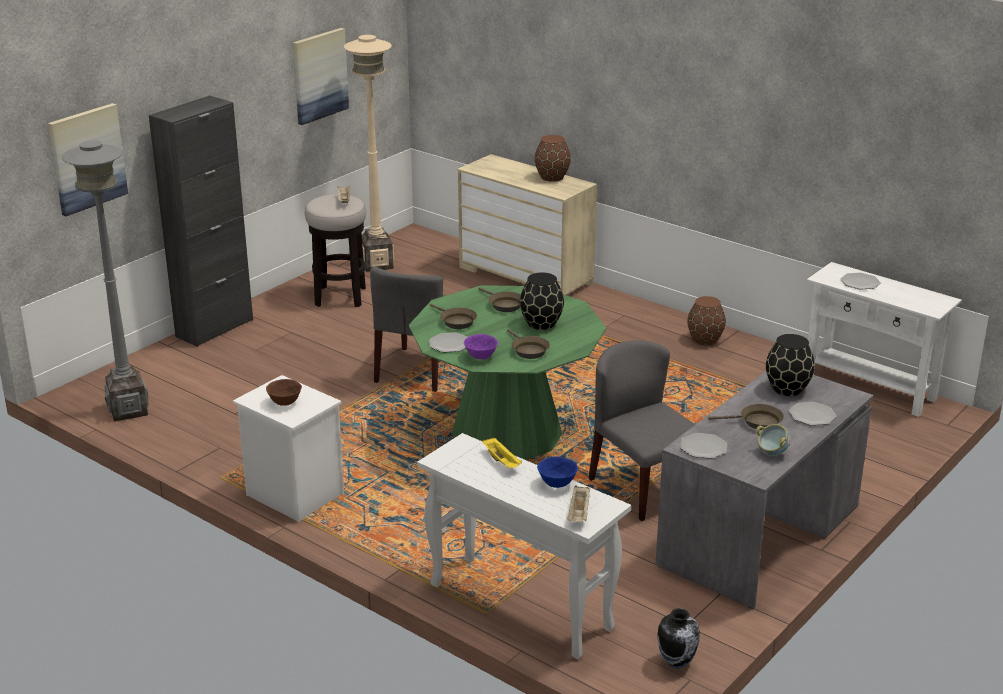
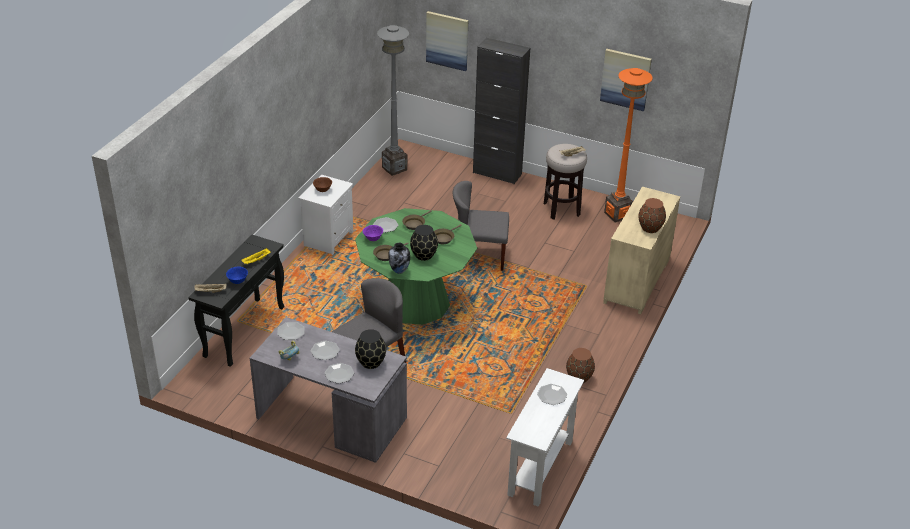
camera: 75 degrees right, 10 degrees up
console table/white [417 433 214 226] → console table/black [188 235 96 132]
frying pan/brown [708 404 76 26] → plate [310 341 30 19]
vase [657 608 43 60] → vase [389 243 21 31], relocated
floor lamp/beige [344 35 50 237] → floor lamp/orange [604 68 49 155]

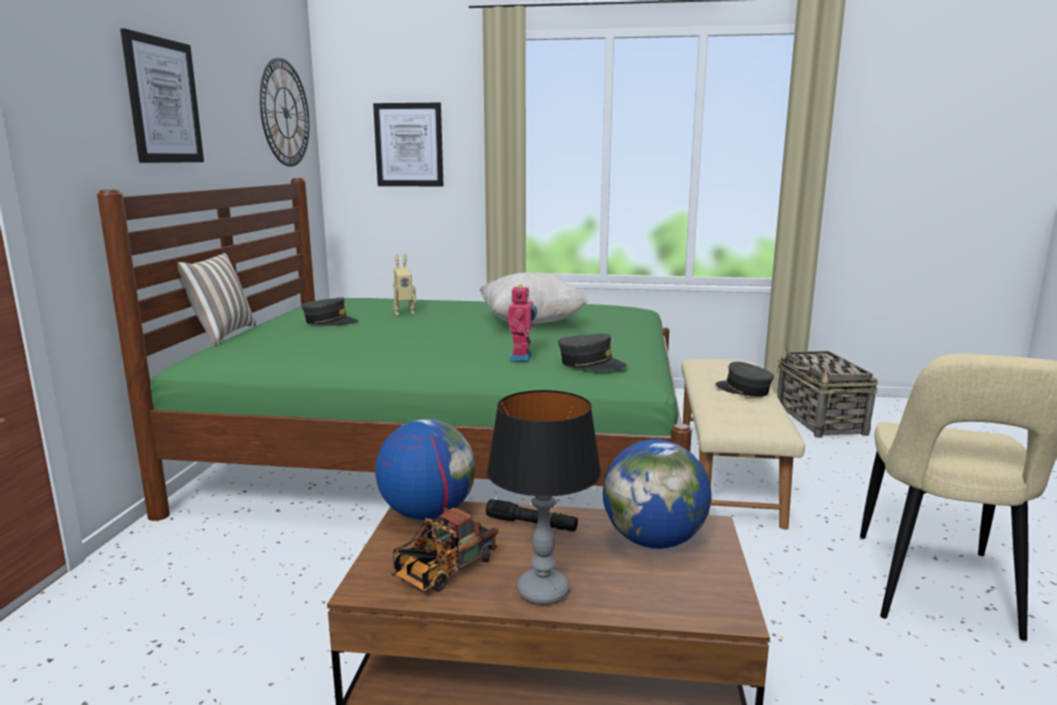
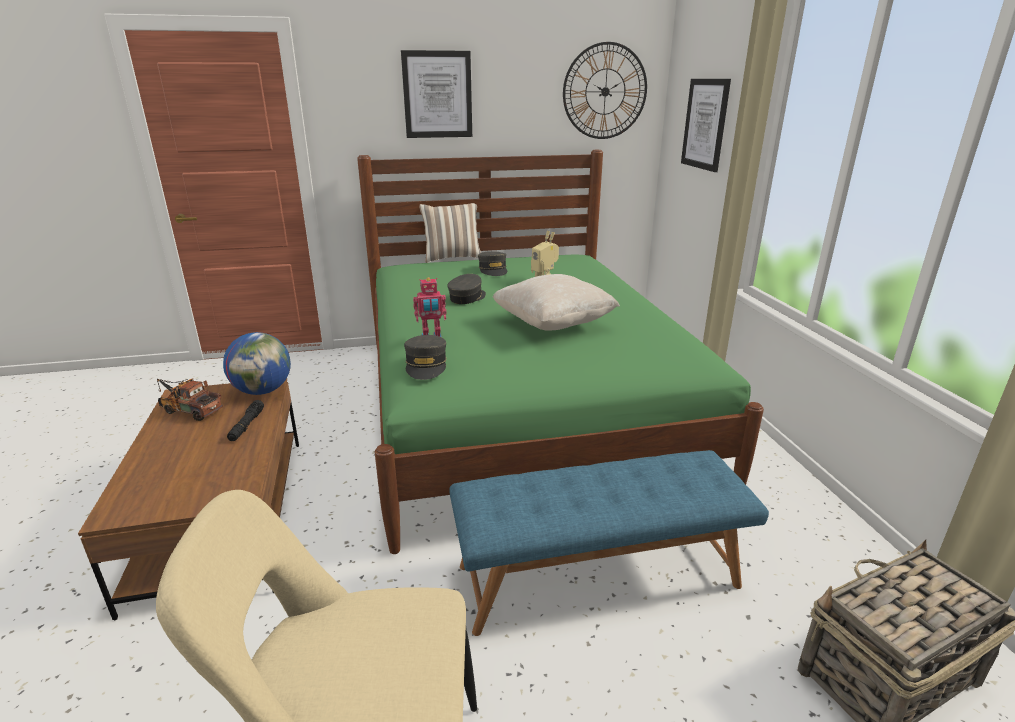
camera: 70 degrees right, 10 degrees up
cap/grey [716 362 58 35] → cap/grey [447 274 39 30], relocated
bench/beige [681 359 124 170] → bench/blue [449 450 320 186]
table lamp [487 390 114 215] → -
globe [603 439 108 110] → -

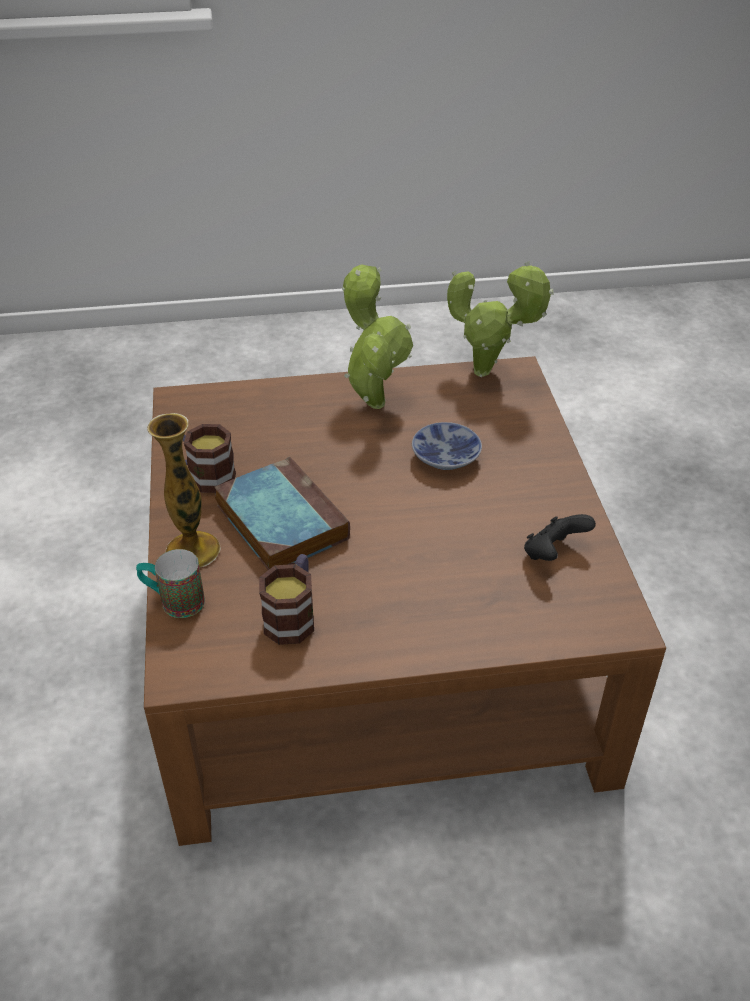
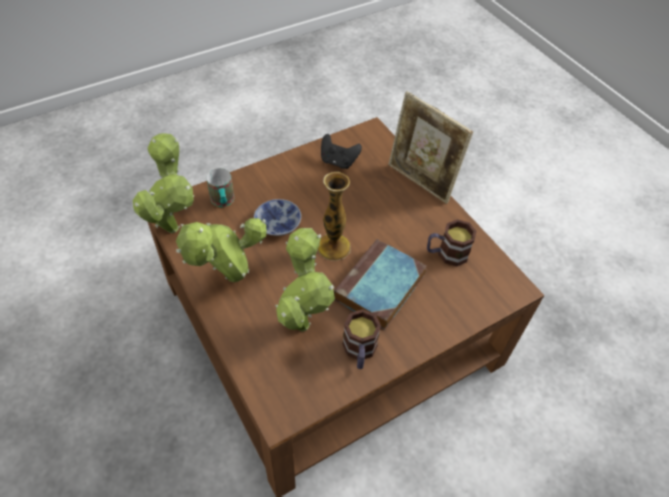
camera: 115 degrees left, 10 degrees up
mug [136 549 69 69] → mug [207 168 27 39], relocated
- → potted plant [275 228 60 104]
vase [147 413 74 154] → vase [318 172 32 89], relocated
- → picture frame [389 91 84 113]

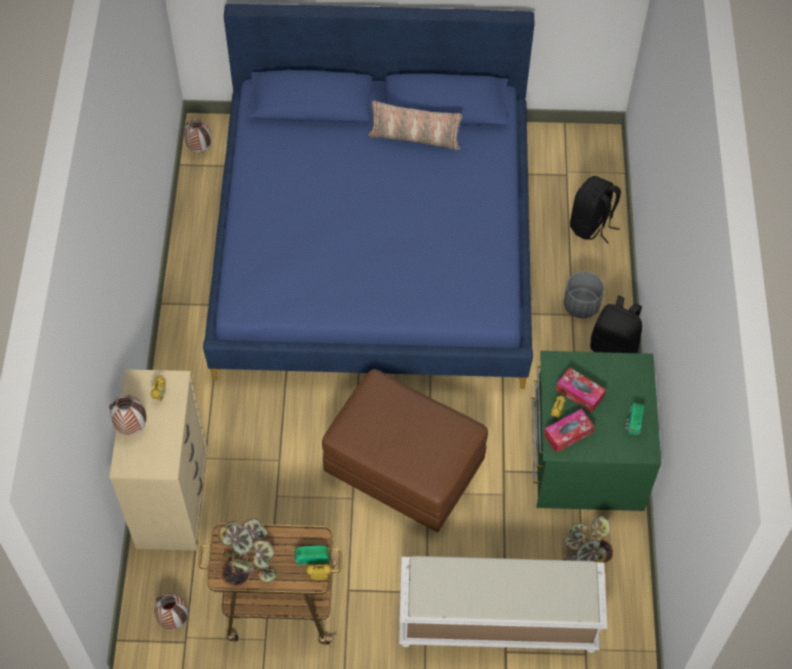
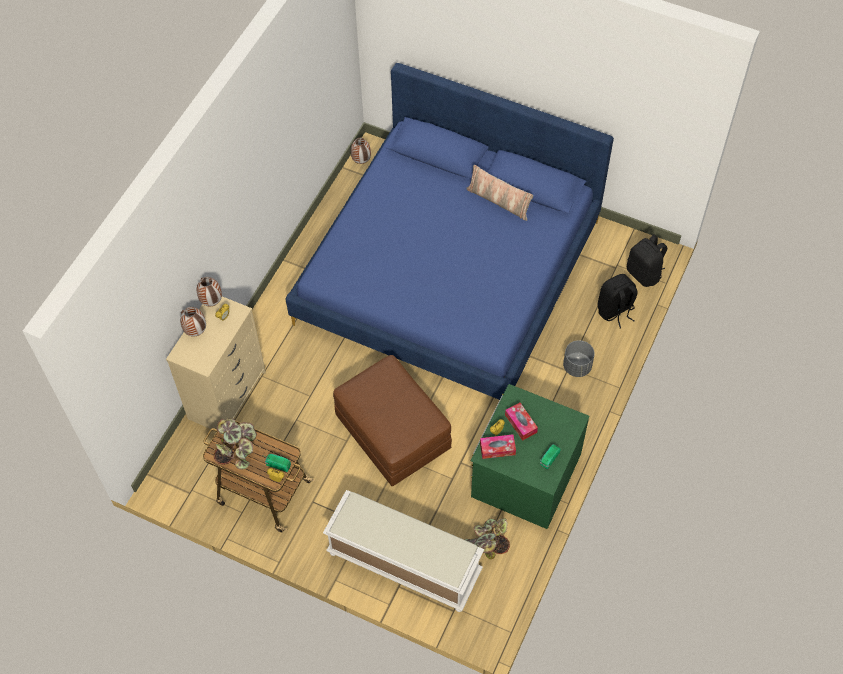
camera: 25 degrees right, 0 degrees up
vase [154 593 34 37] → vase [197 277 25 29], relocated
backpack/black [590 296 52 57] → backpack/black [627 234 40 53], relocated

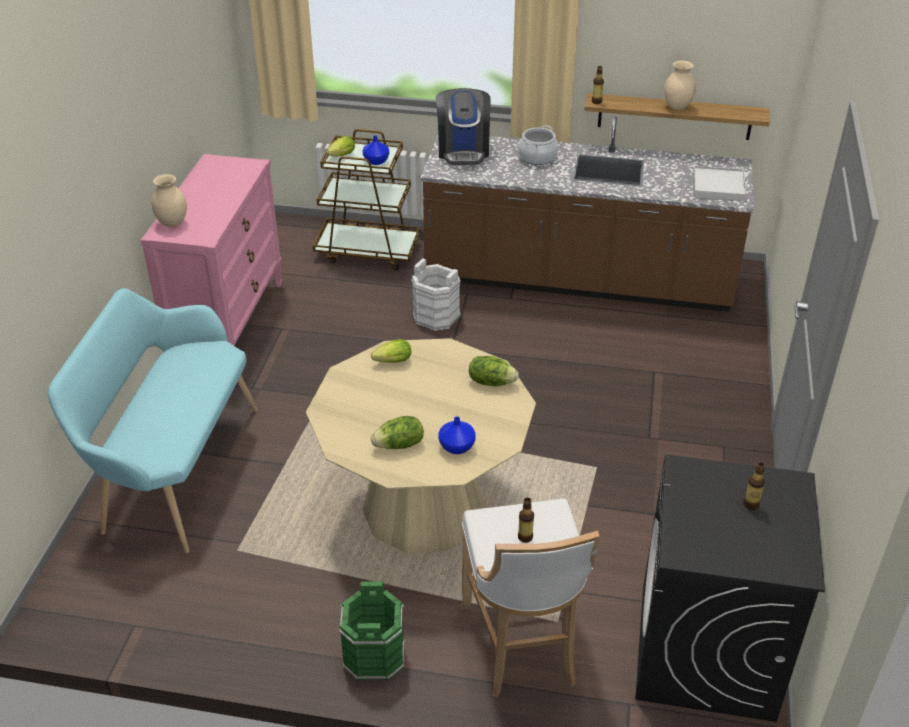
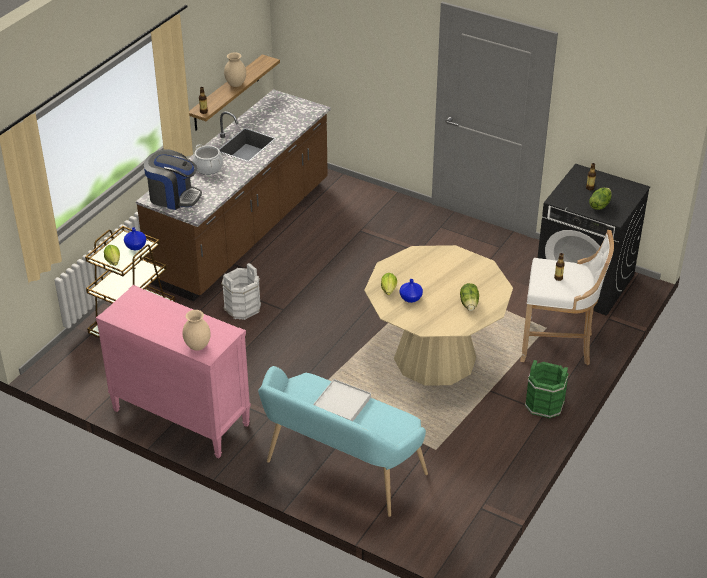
camera: 70 degrees left, 0 degrees up
tray/white [693 166 53 35] → tray/white [313 379 58 42], relocated
vase/blue [438 416 38 38] → vase/blue [400 279 23 24], relocated
lettuce [469 356 50 30] → lettuce [589 188 23 22], relocated

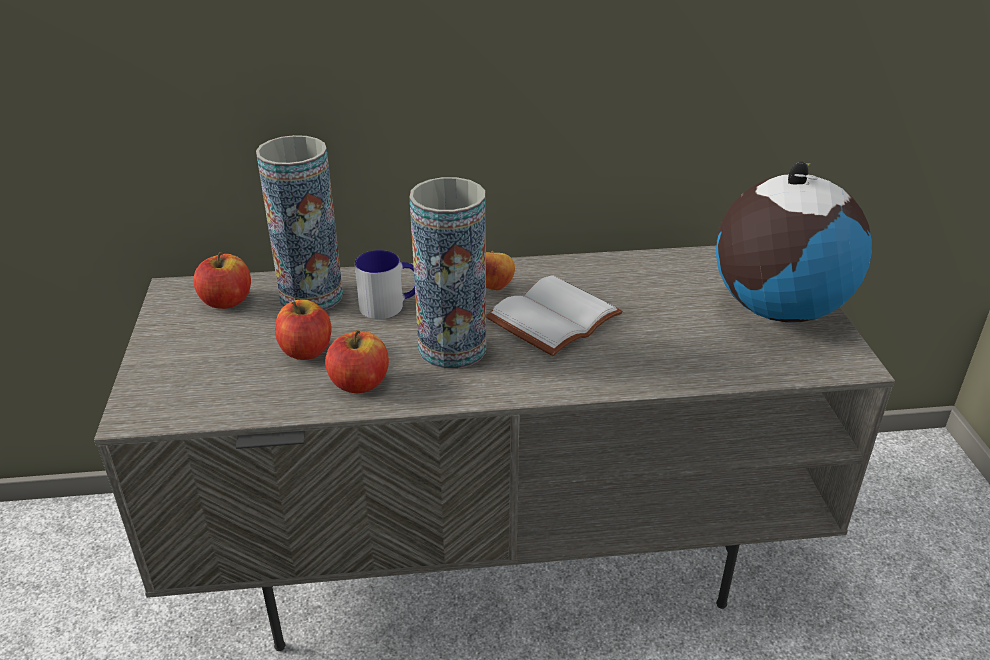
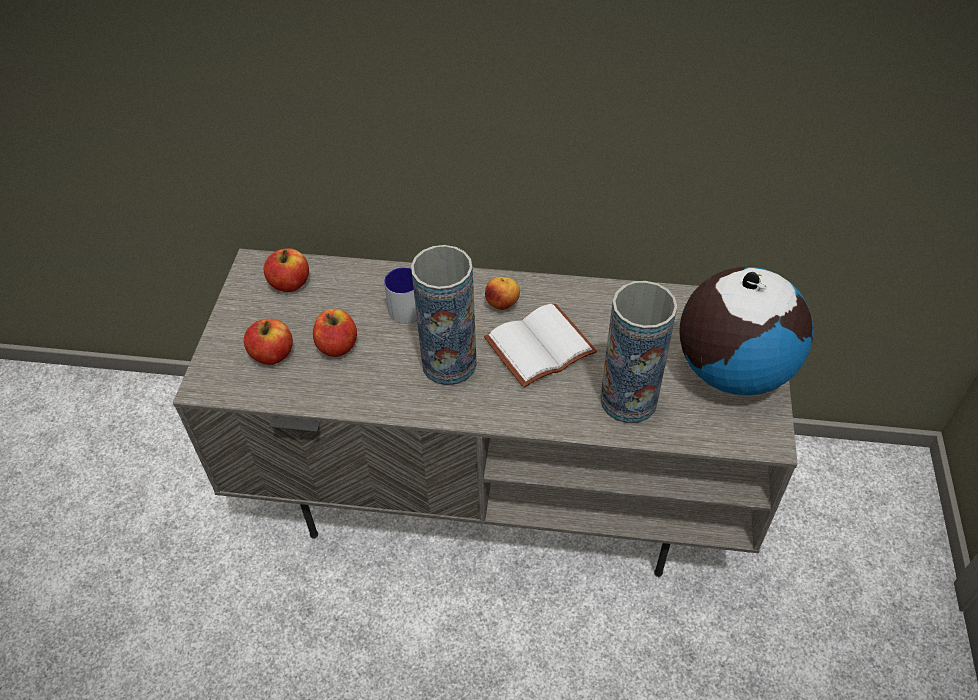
camera: 15 degrees right, 15 degrees up
apple [325 330 64 63] → apple [244 319 49 46], relocated
vase [256 135 87 175] → vase [600 281 77 142], relocated

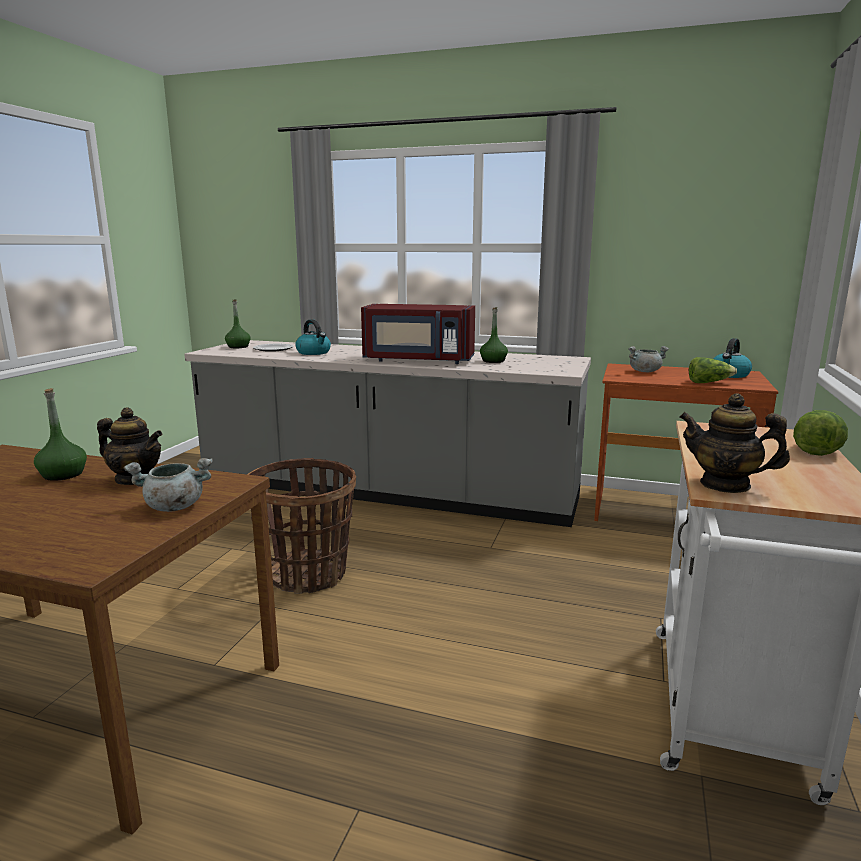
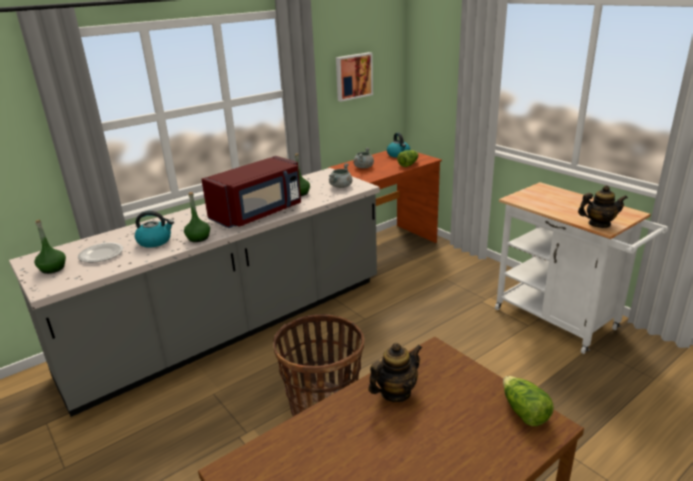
camera: 55 degrees left, 10 degrees up
bottle/green [34 388 53 93] → bottle/green [184 192 26 50], relocated
cooking pot/grey [124 458 89 54] → cooking pot/grey [329 163 23 25], relocated
- → picture [336 52 37 50]
lettuce [793 410 55 46] → lettuce [503 376 51 50], relocated
teapot [679 394 111 99] → teapot [578 185 50 43], 150 degrees counterclockwise

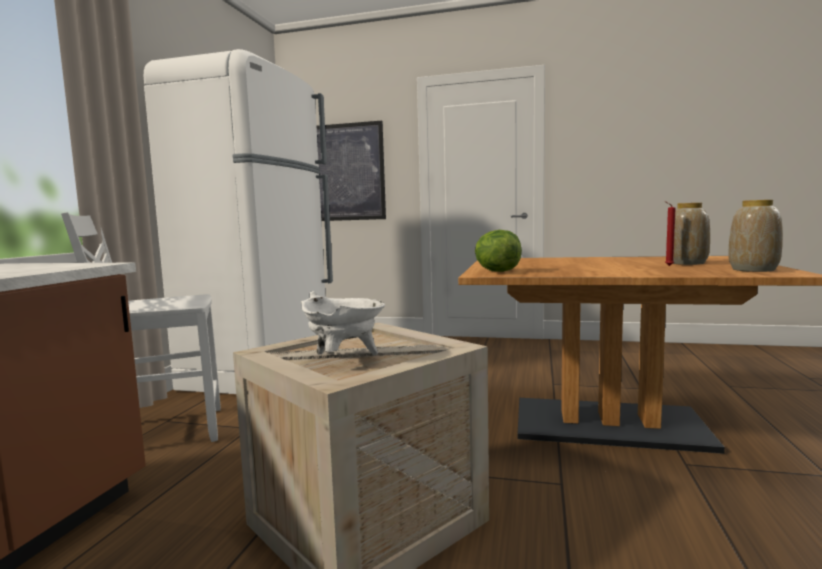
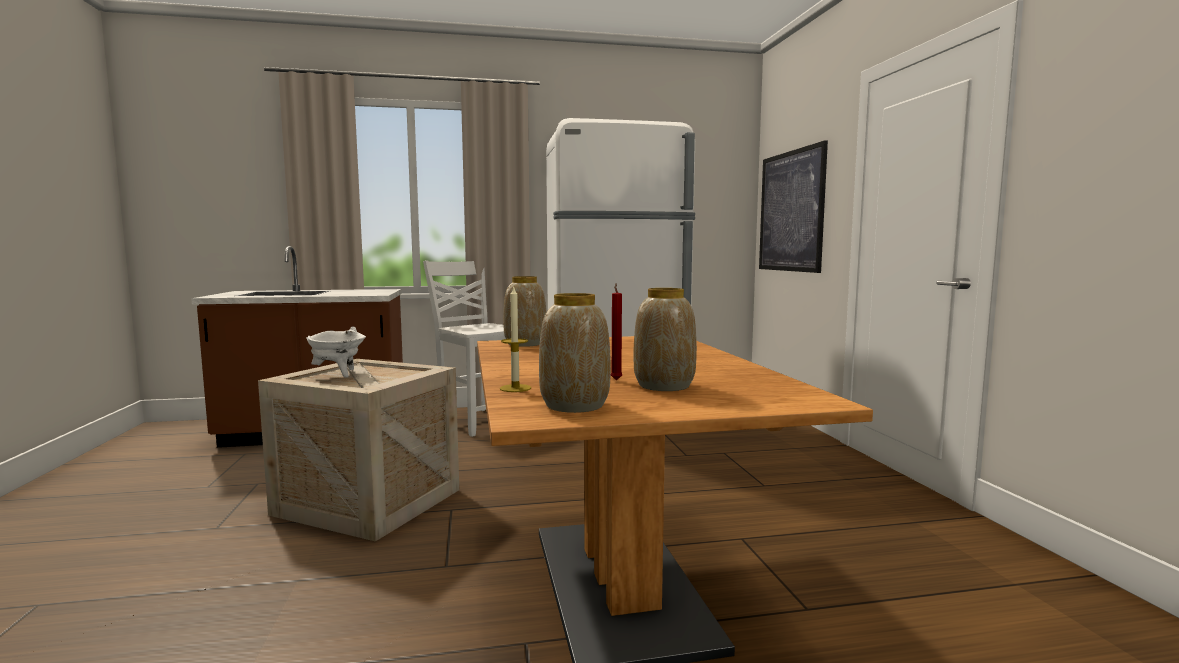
camera: 65 degrees right, 0 degrees up
- → candle [500 287 31 105]
lettuce [475 230 47 42] → vase [503 276 43 71]

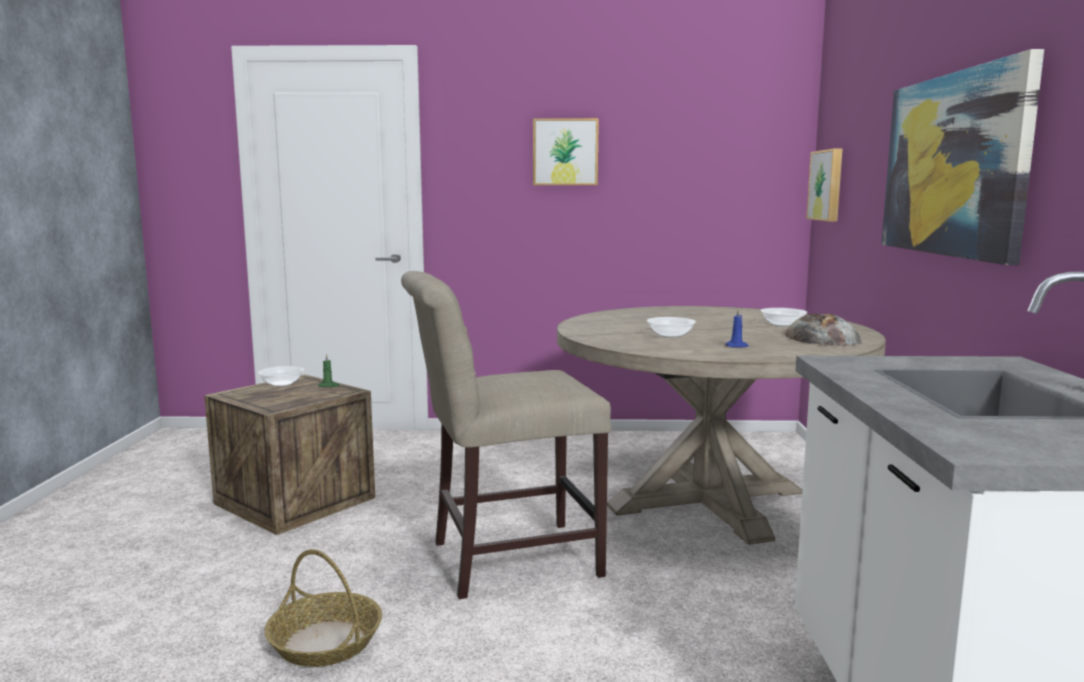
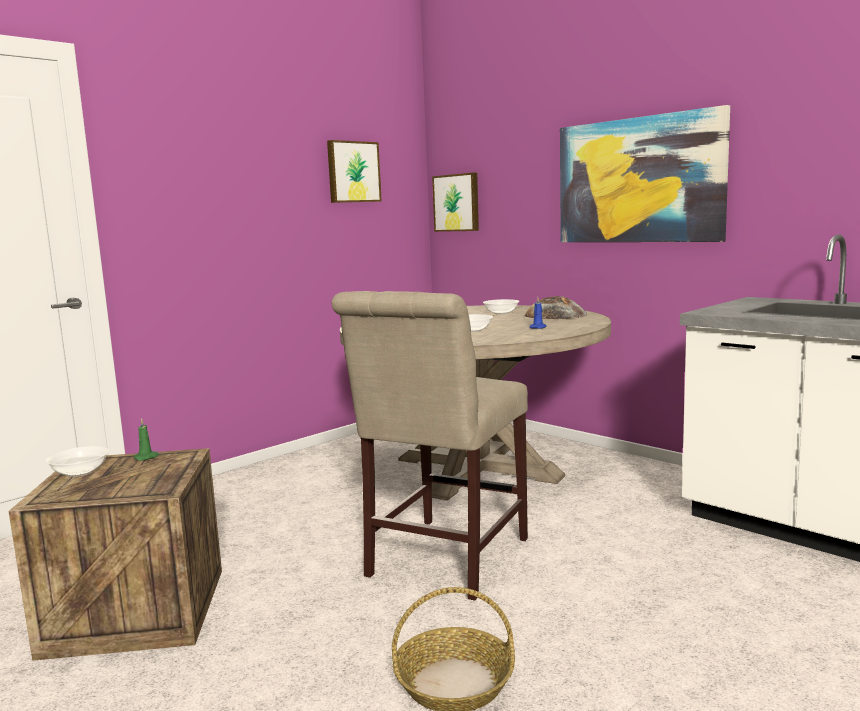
camera: 45 degrees left, 0 degrees up
picture [533 118 66 67] → picture [327 140 55 63], relocated

